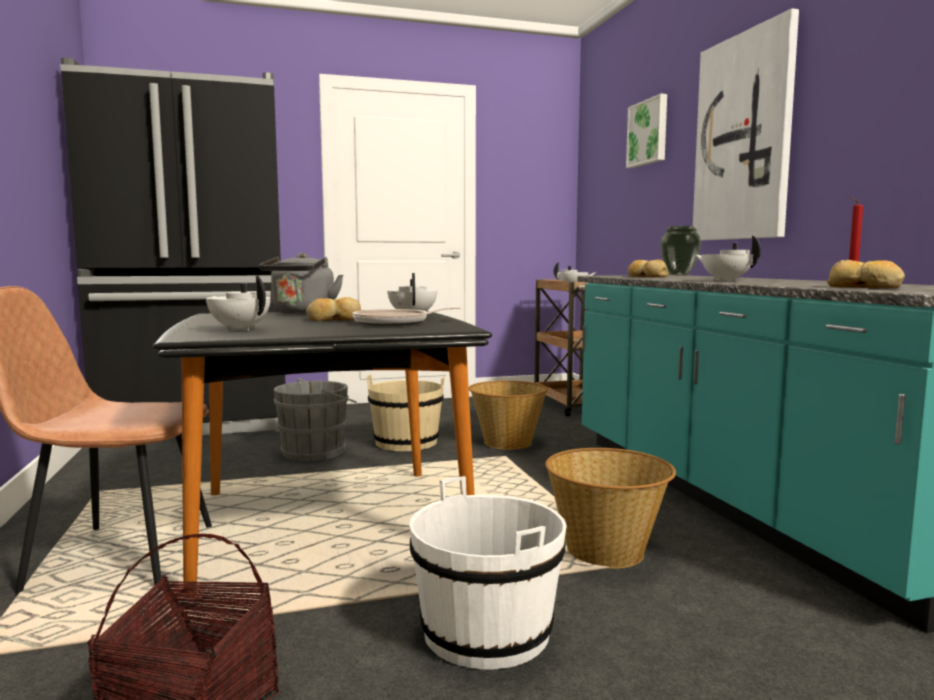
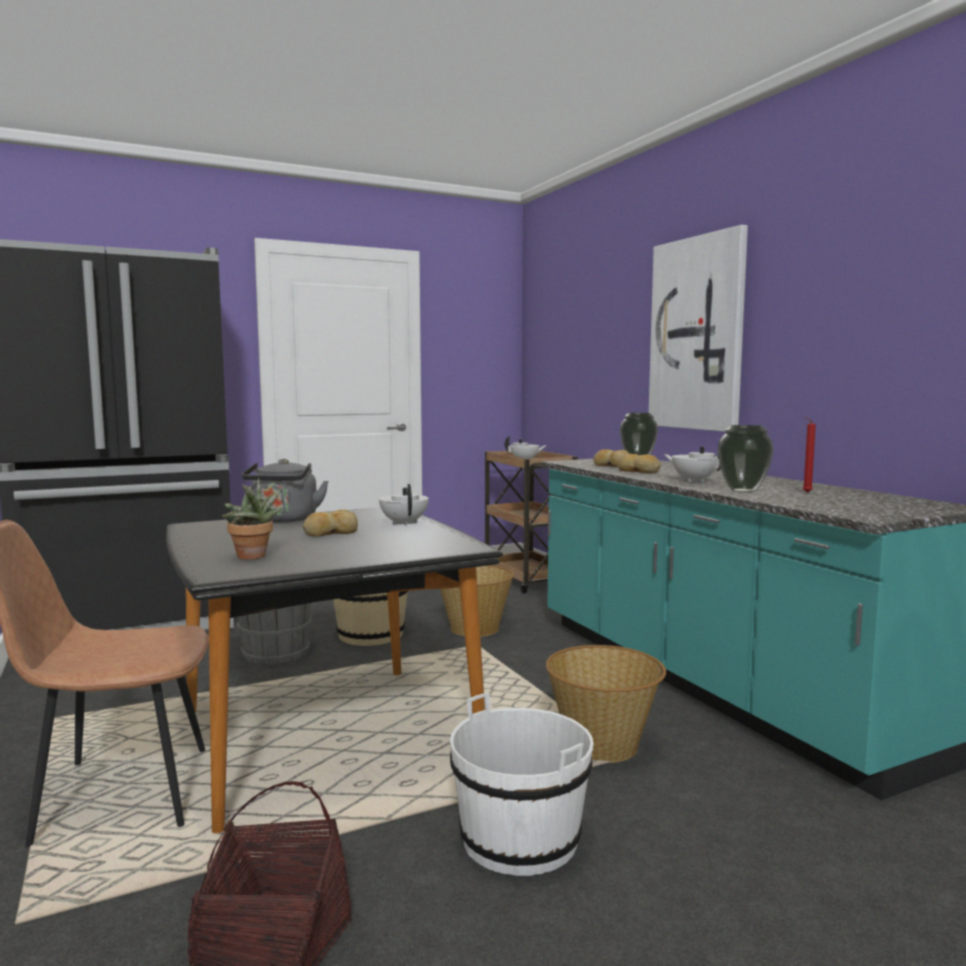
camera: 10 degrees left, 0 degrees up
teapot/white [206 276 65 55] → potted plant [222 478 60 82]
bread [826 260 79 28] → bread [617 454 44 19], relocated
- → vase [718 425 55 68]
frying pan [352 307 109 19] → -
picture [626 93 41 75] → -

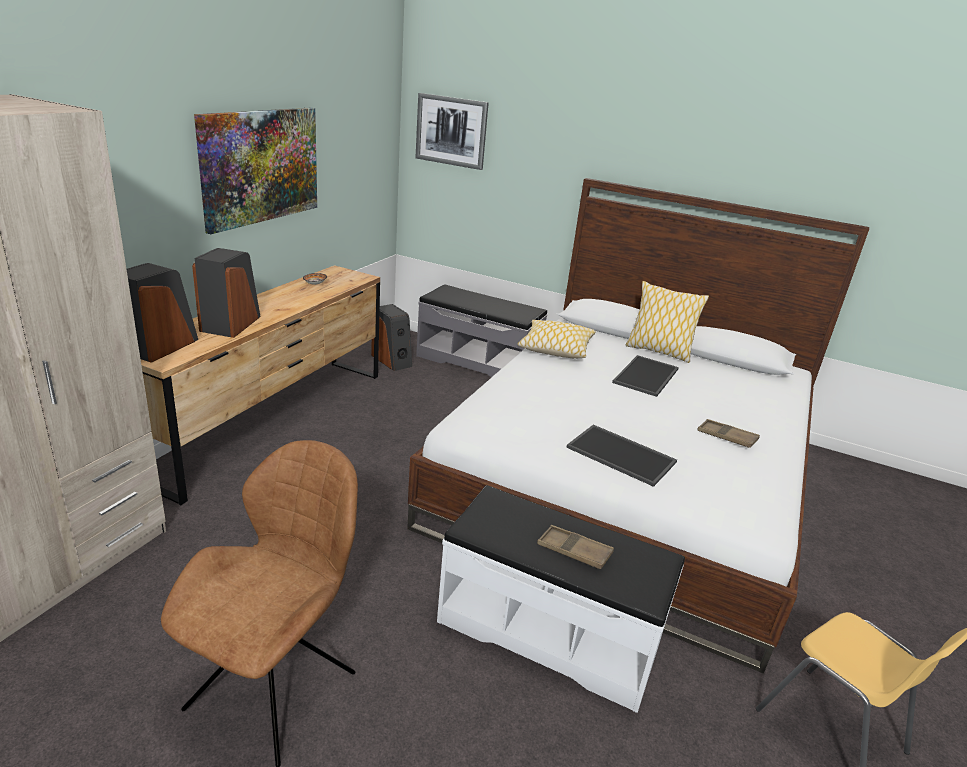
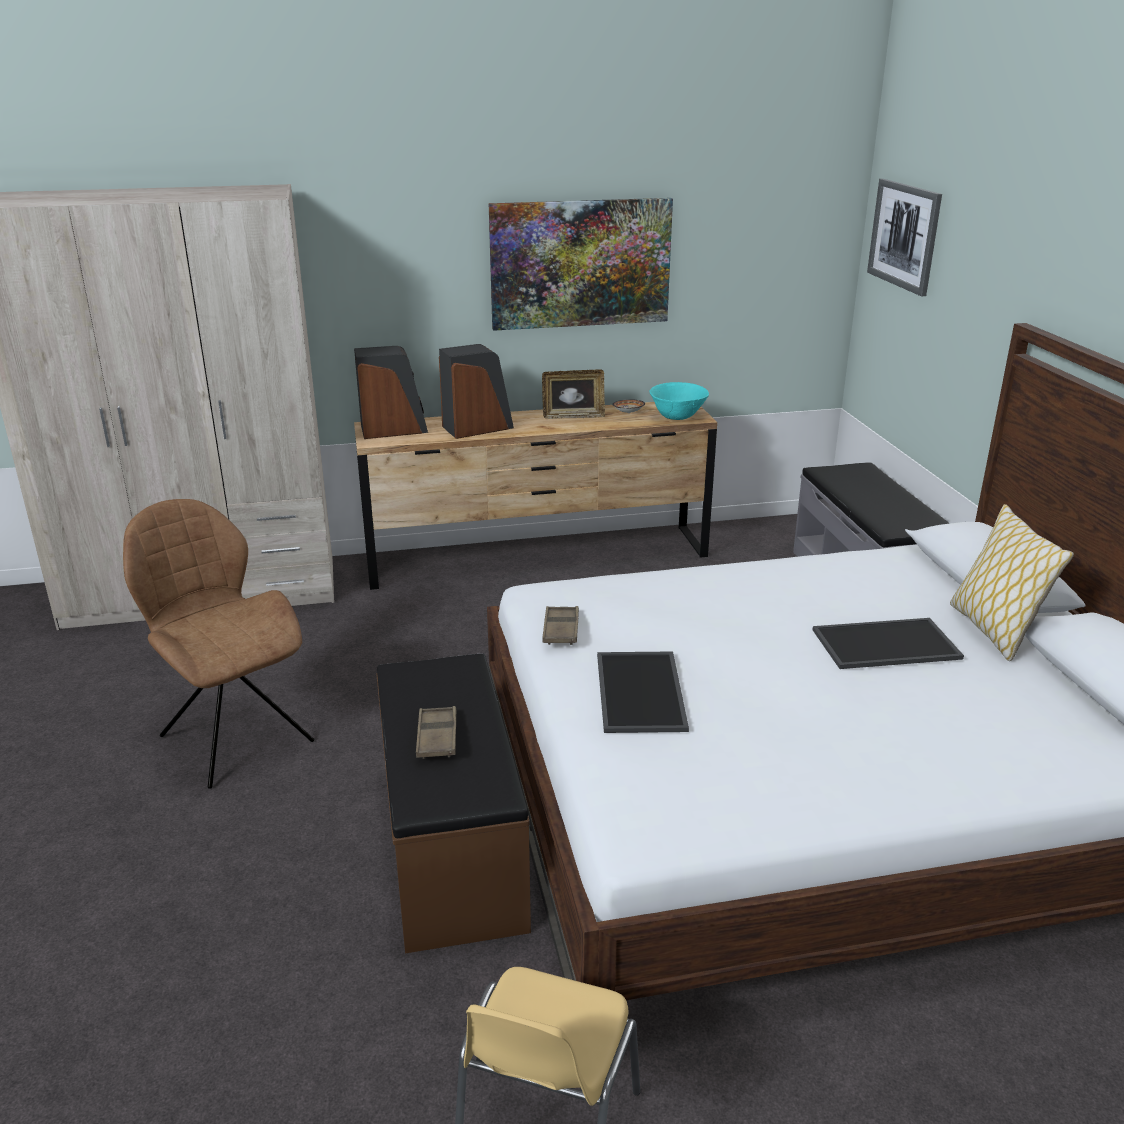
camera: 55 degrees right, 0 degrees up
chair/brown [161 440 197 327] → chair/brown [123 499 192 290], 120 degrees counterclockwise
bench/white [437 485 248 228] → bench/brown [377 654 154 299]
- → picture frame [542 369 63 50]
tray/brown [697 419 63 29] → tray/brown [542 606 37 39], relocated
- → bowl/turquoise [649 382 60 38]
speaker [371 304 41 67] → -
pillow [517 320 79 39] → -

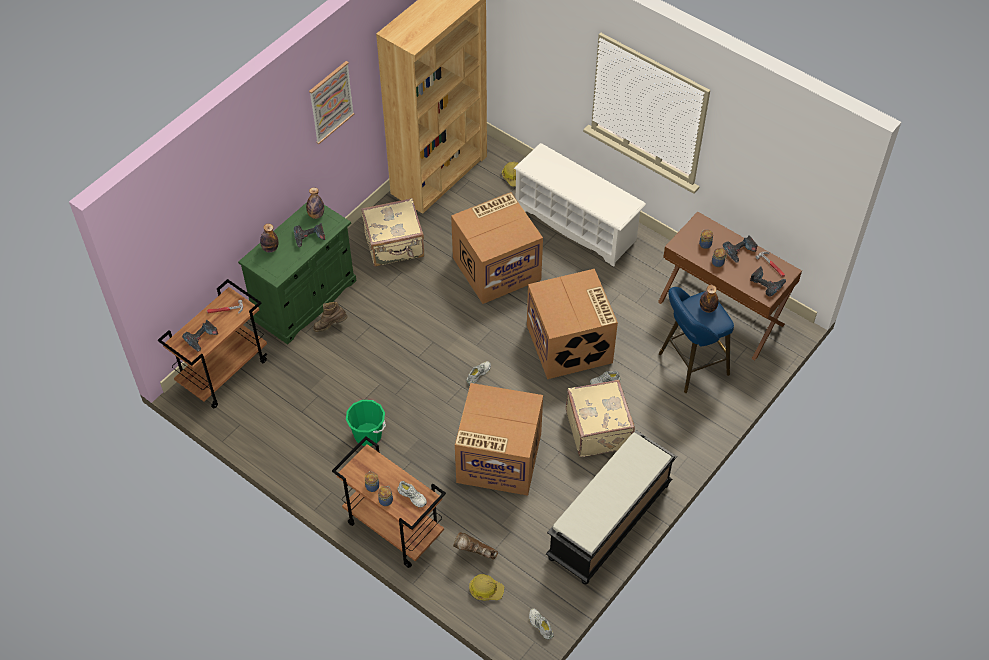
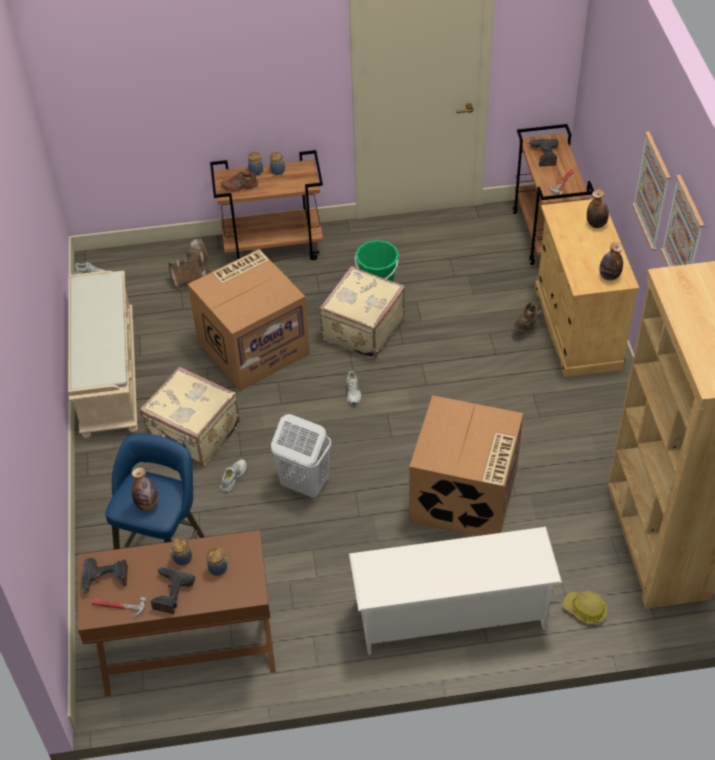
camera: 135 degrees right, 5 degrees down
bench/black [546 430 131 154] → bench/beige [68 271 70 168]
shoe/white [397 481 30 27] → shoe/brown [221 172 37 20]
cardboard box [527 269 91 110] → laundry basket/white [271 414 60 84]
suitcase/beige [361 198 63 69] → suitcase/beige [319 266 86 93], relocated
cabinet/green [238 202 118 142] → cabinet/beige [535 198 104 179]
- → picture [632 131 39 120]
power drill [294 223 31 24] → -
hard hat [469 574 35 27] → -

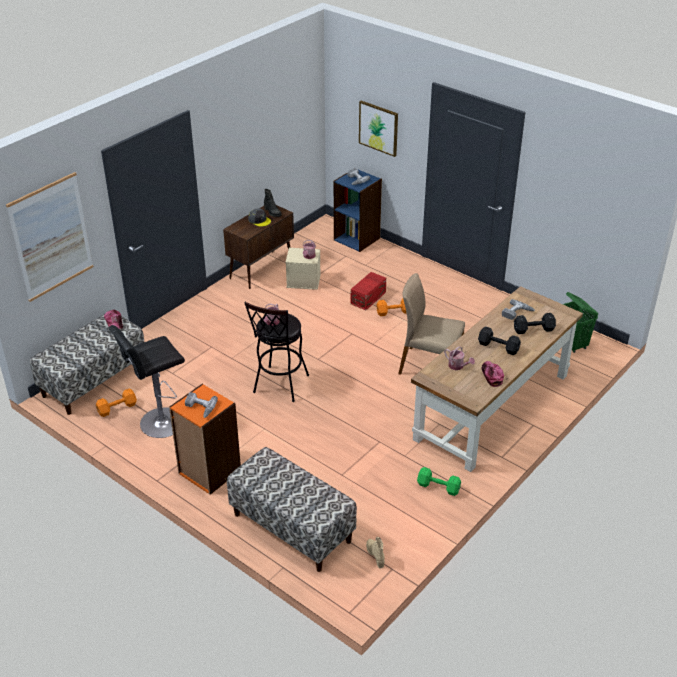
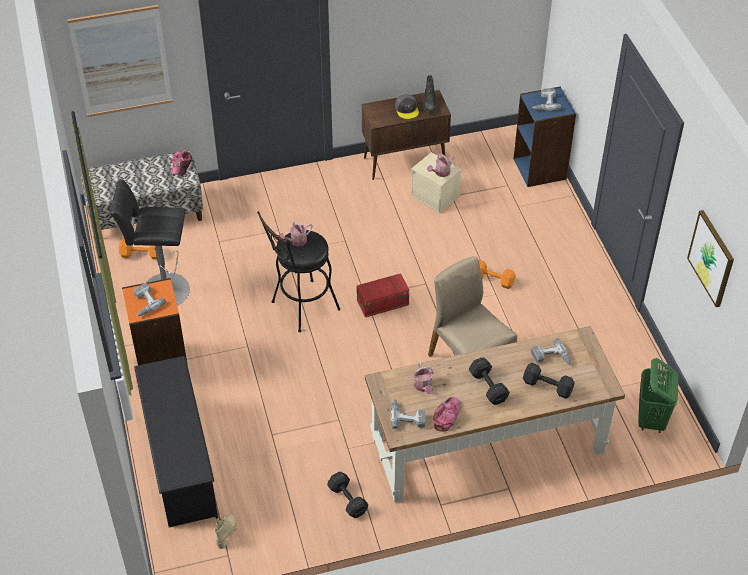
camera: 35 degrees right, 10 degrees up
bench [227 447 130 125] → shoe rack/black [134 356 84 171]
dumbbell/green [417 467 44 29] → dumbbell/black [327 472 42 46]
storage box/red [351 272 35 38] → storage box/red [357 273 52 44], relocated
- → power drill [391 399 34 30]
picture [359 101 39 56] → picture [687 210 47 97], relocated

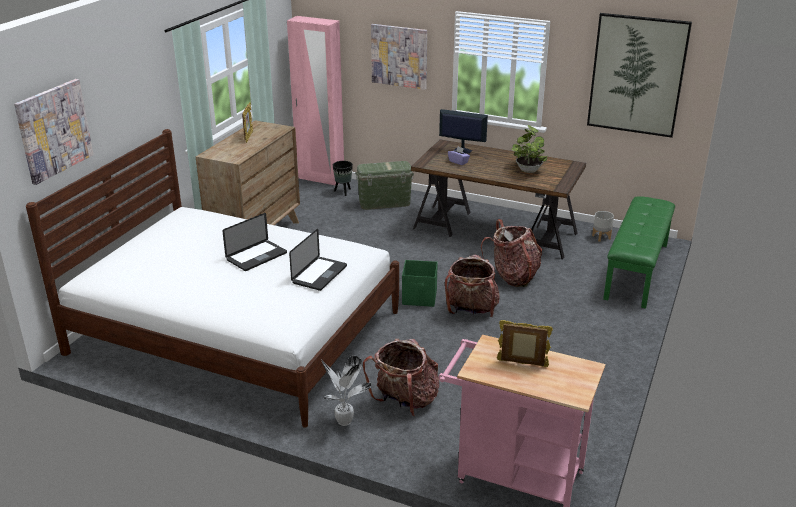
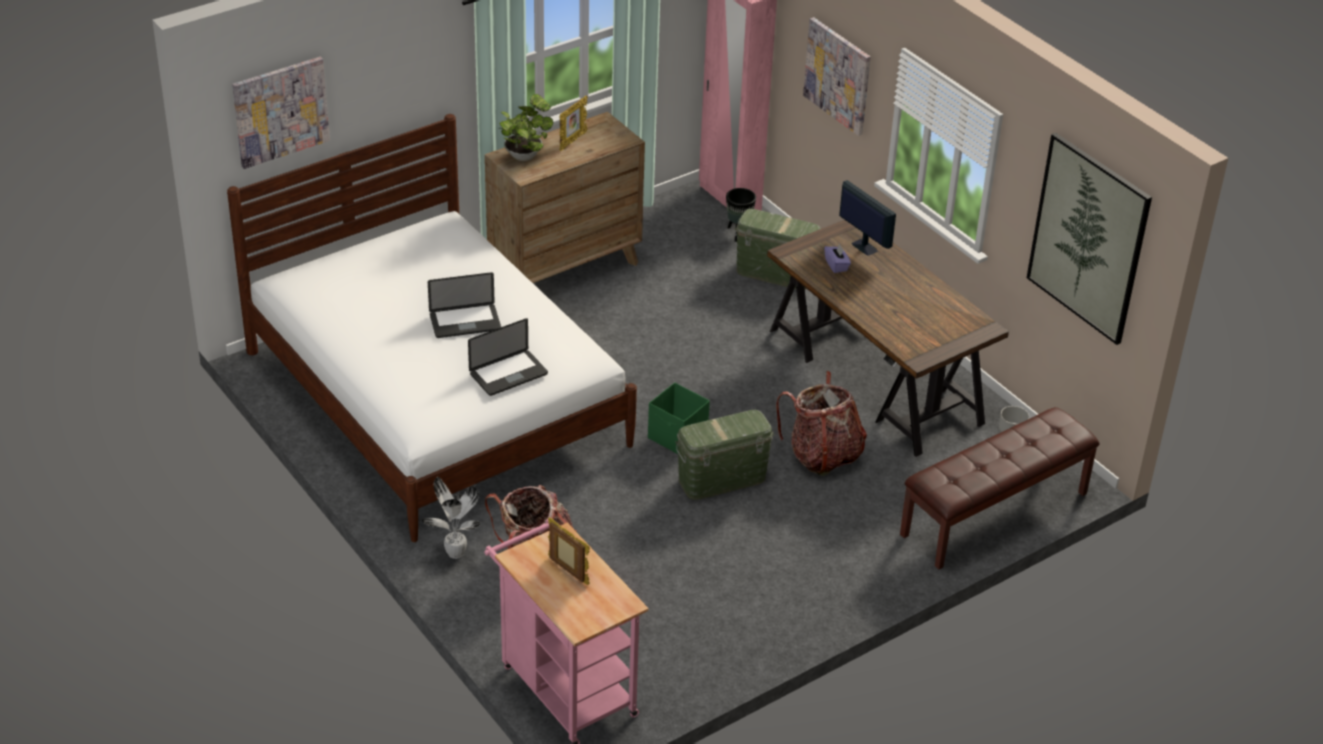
camera: 30 degrees right, 10 degrees up
potted plant [511 125 36 48] → potted plant [498 94 55 67], relocated
backpack [445 254 55 63] → storage box/green [675 410 99 90]
bench/green [603 197 72 112] → bench/brown [900 407 199 162]

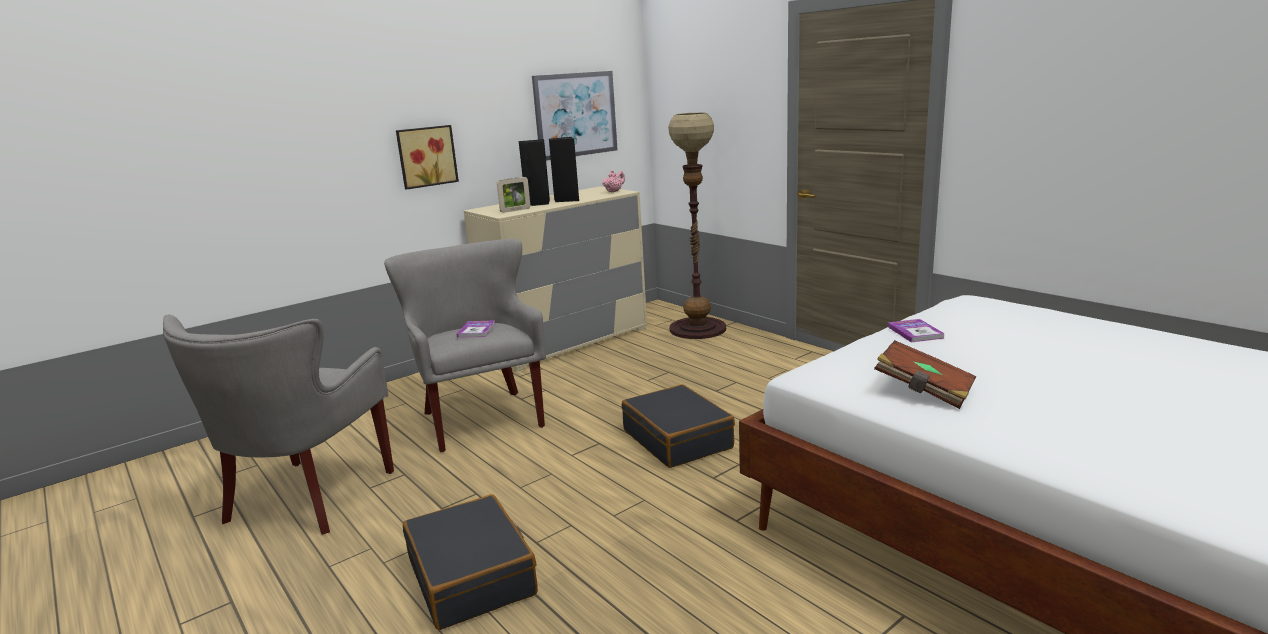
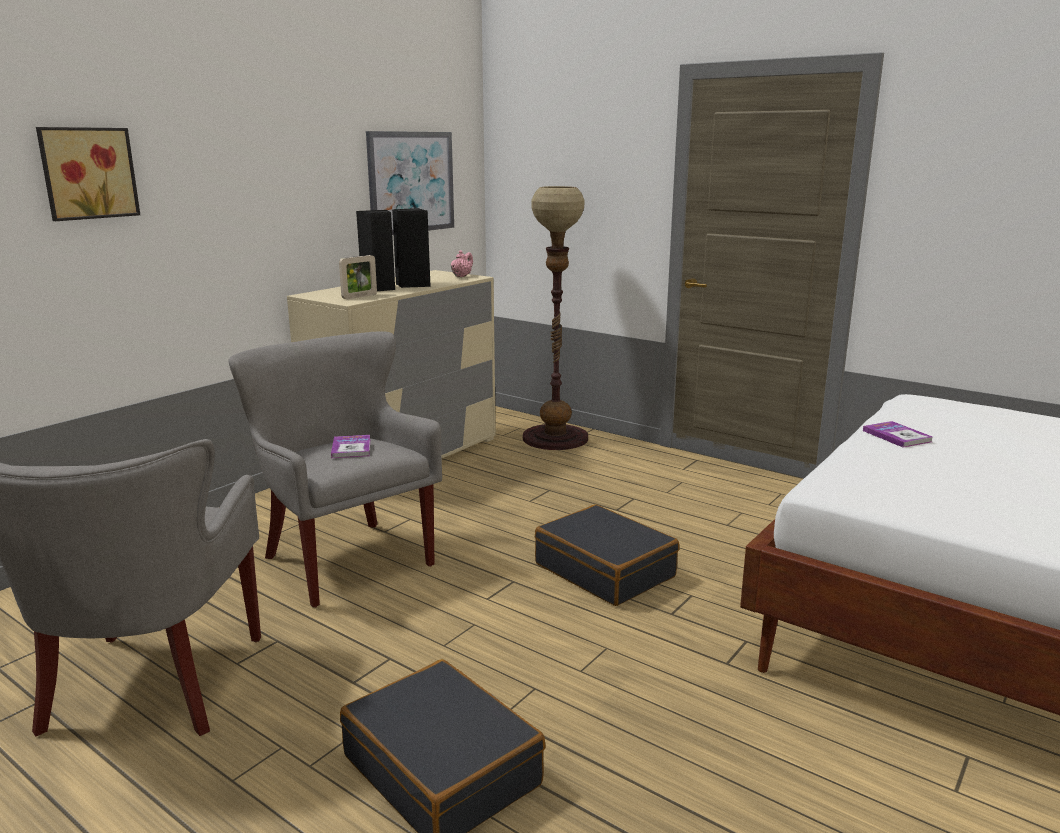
camera: 15 degrees left, 0 degrees up
picture [396 125 63 65] → picture [36 127 104 94], relocated
book/brown [874 340 103 69] → -

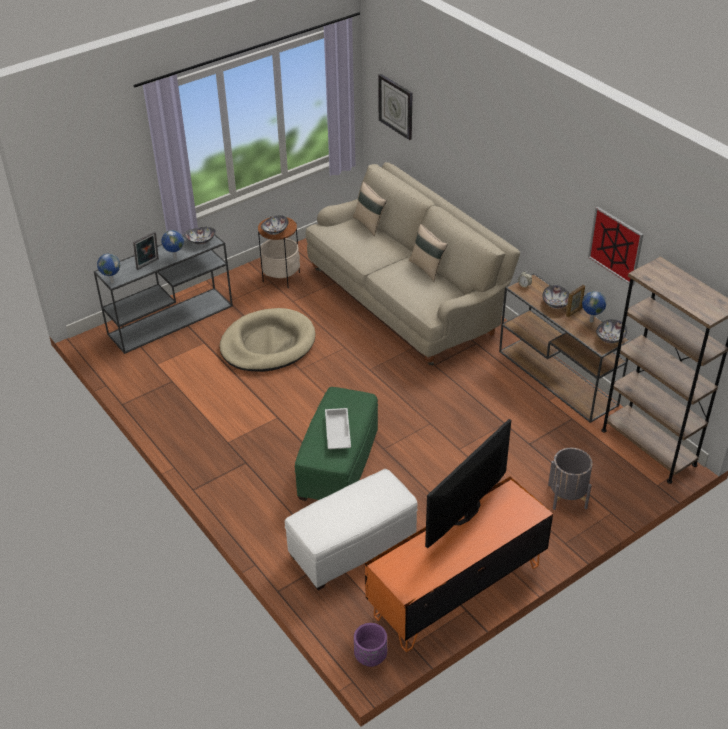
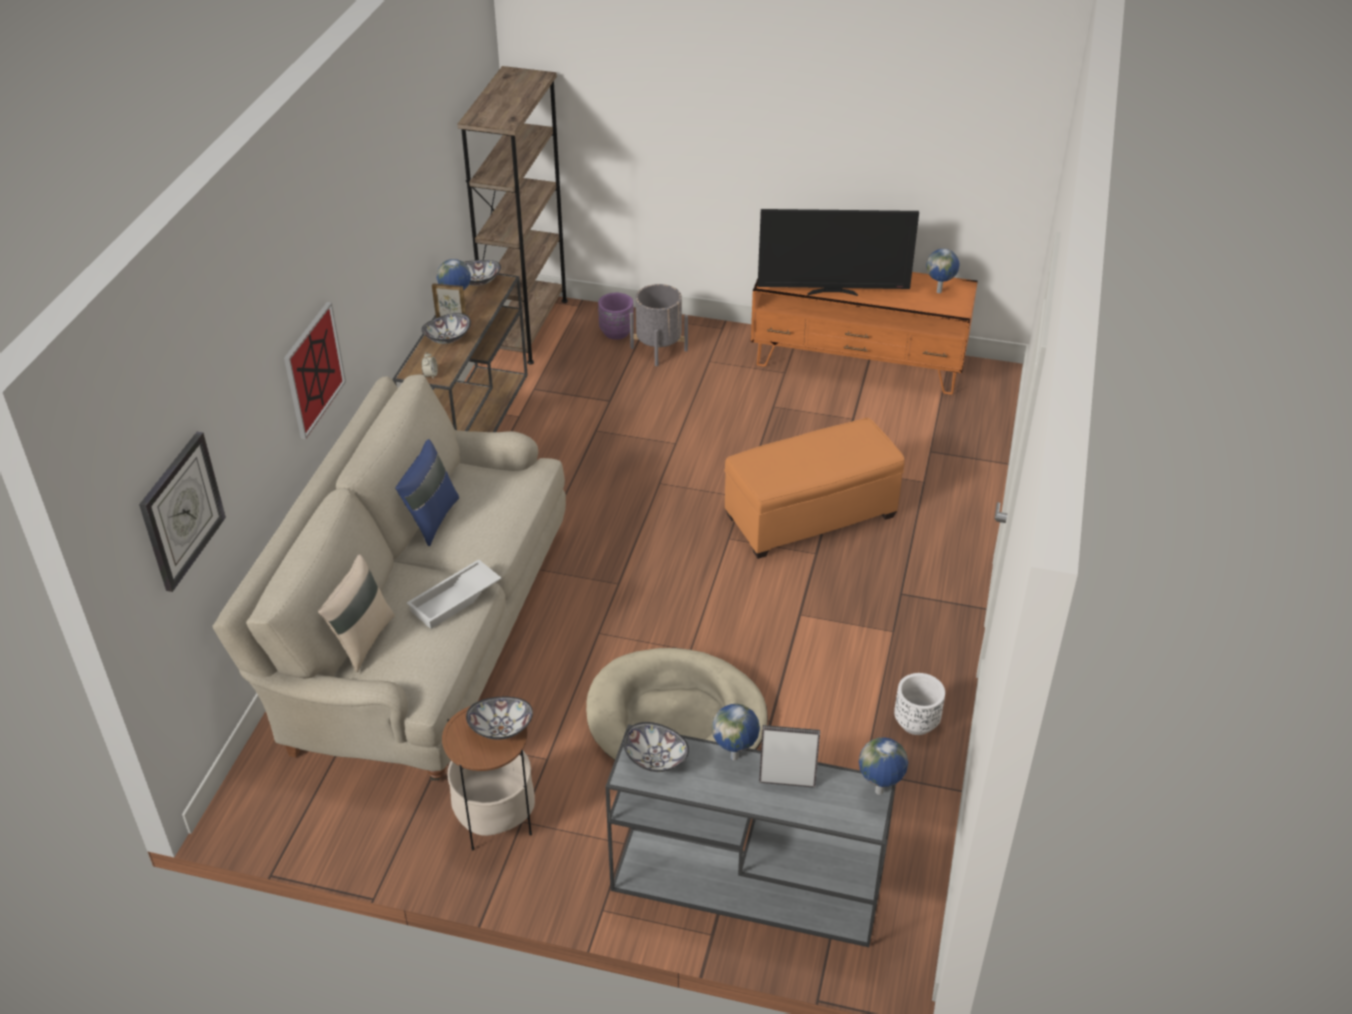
camera: 130 degrees left, 0 degrees up
picture [588 207 56 79] → picture [284 302 62 137], relocated
pillow/beige [409 224 39 57] → pillow/blue [395 439 64 107]
tray/white [325 408 26 41] → tray/white [407 559 95 70], relocated
planter/purple [354 623 33 44] → planter/purple [598 293 36 47], relocated
ottoman/green [295 387 83 114] → ottoman/orange [724 418 181 141]
- → planter/white [894 673 51 62]
- → globe [926 249 33 44]
ottoman/white [285 469 133 122] → -

